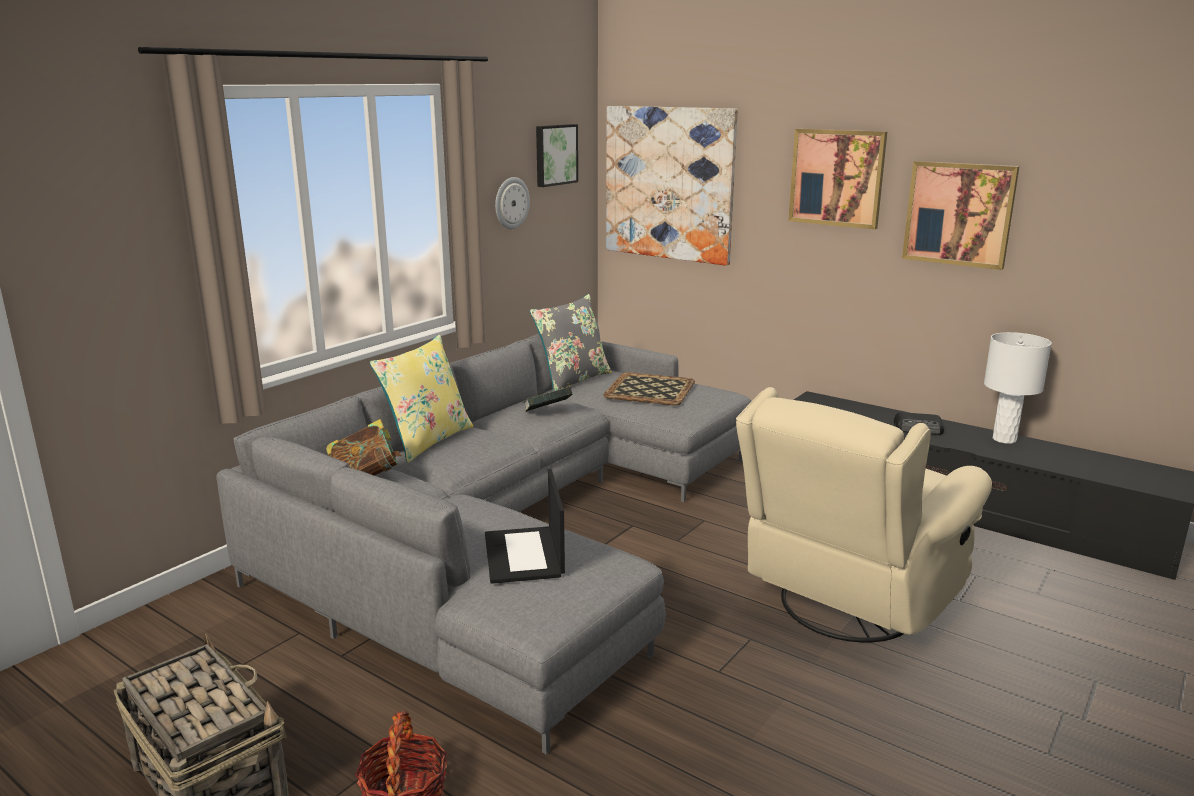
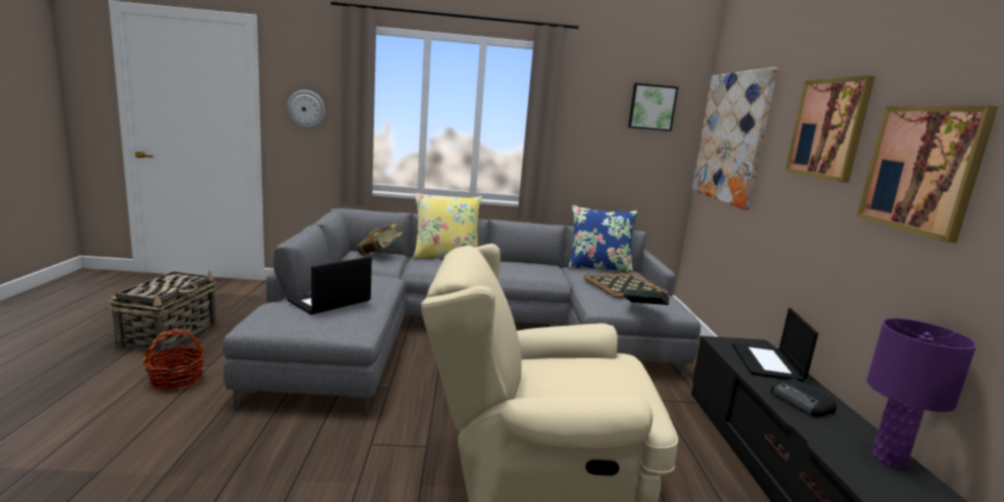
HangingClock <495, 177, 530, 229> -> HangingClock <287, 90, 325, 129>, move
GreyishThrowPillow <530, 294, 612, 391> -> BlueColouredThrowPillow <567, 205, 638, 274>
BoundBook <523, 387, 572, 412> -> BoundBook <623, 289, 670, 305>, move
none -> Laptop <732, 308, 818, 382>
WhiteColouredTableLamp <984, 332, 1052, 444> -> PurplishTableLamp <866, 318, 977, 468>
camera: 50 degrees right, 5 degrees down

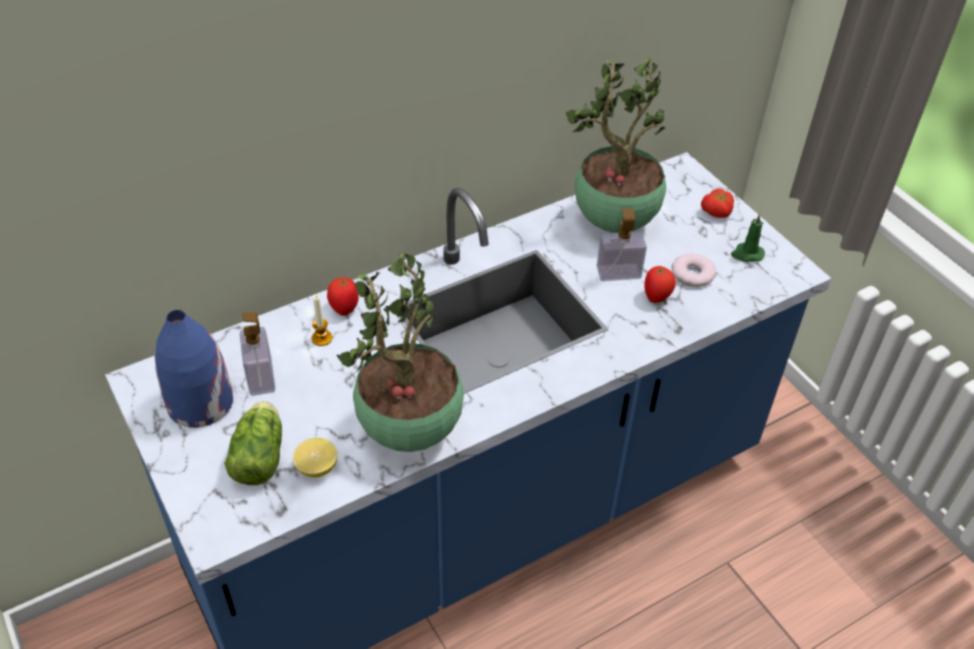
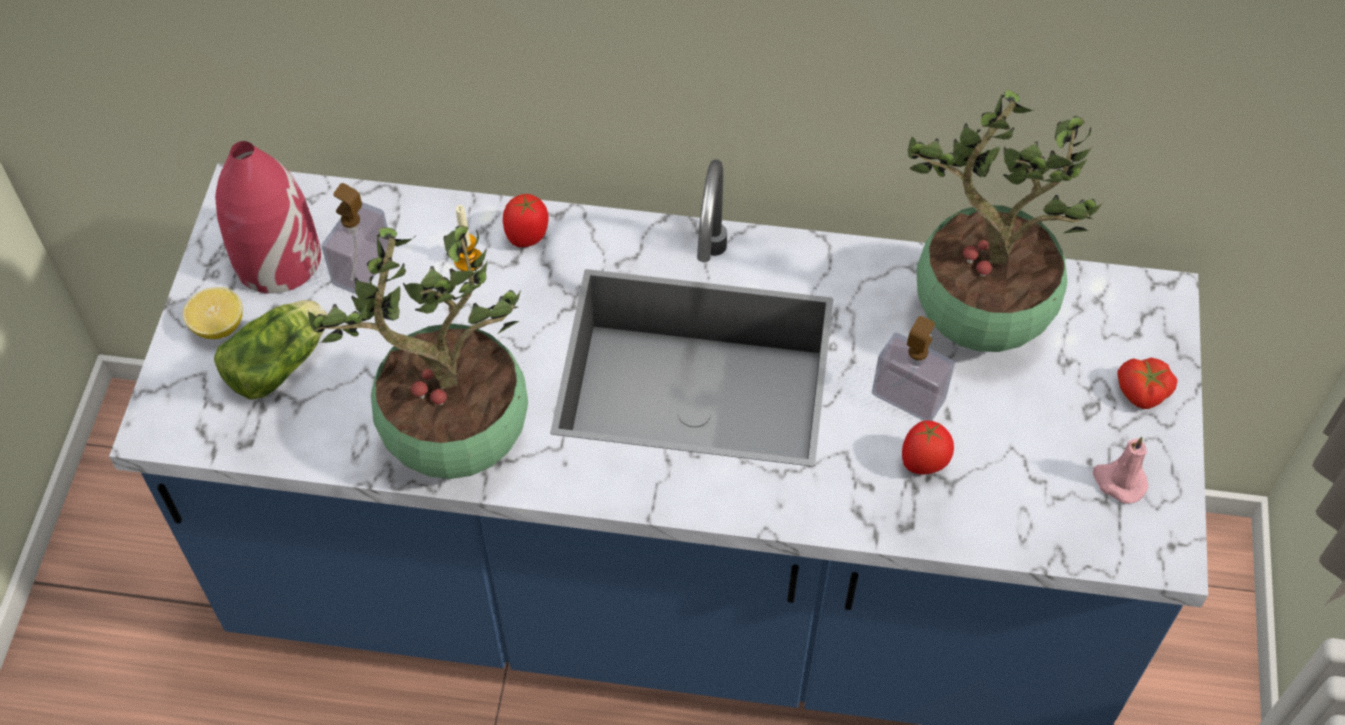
Lemon <293, 437, 338, 477> -> Lemon <183, 287, 243, 339>, move
BlueColouredDecorativeVase <155, 310, 233, 428> -> RedColouredDecorativeVase <215, 141, 321, 294>
GreenColouredCandle <731, 213, 765, 262> -> PinkColouredCandle <1093, 437, 1149, 504>
Donut <672, 253, 716, 287> -> none
camera: 40 degrees right, 10 degrees up

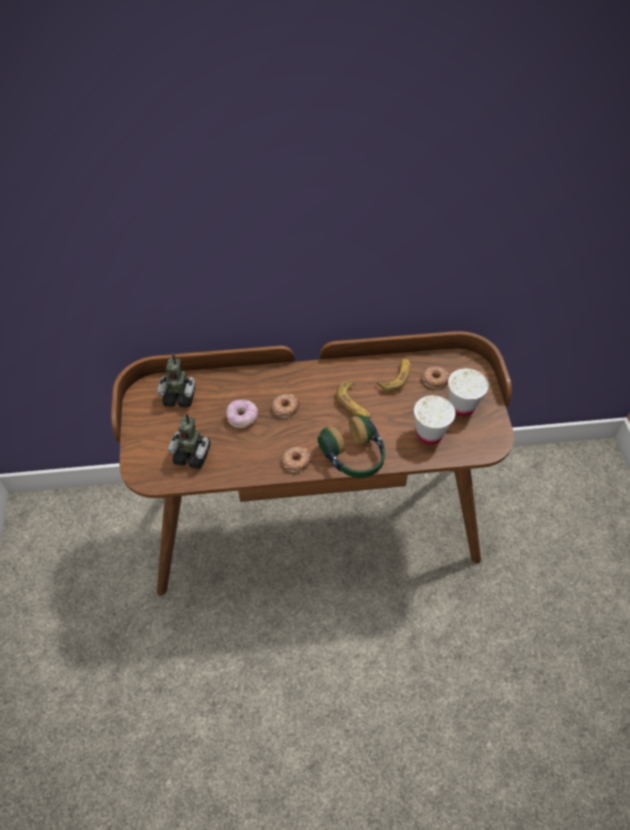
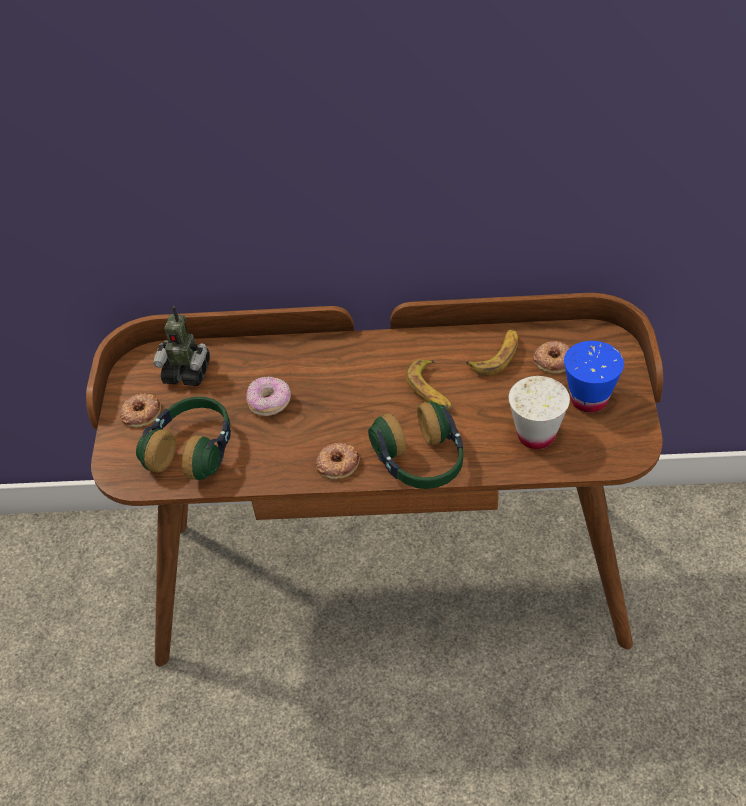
Donut <272, 393, 299, 418> -> Donut <120, 393, 161, 428>, move
ModelRobot <168, 413, 210, 469> -> Headset <136, 397, 231, 480>
WhiteColouredDrinkingCup <448, 368, 489, 417> -> BlueColouredDrinkingCup <564, 341, 624, 413>
camera: 10 degrees right, 5 degrees down

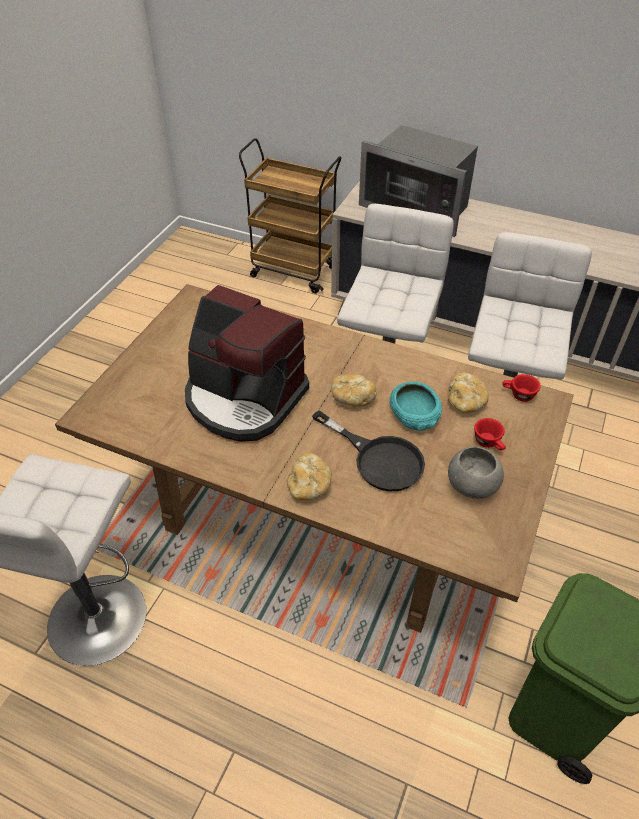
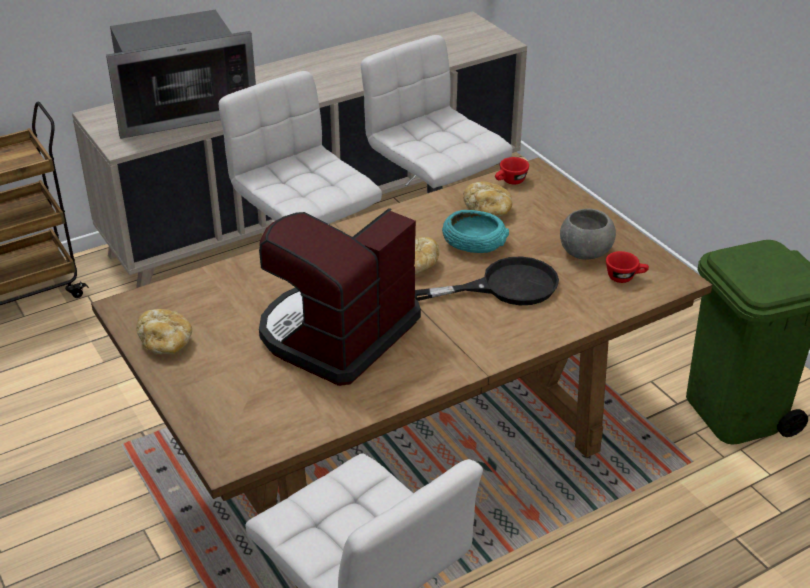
Bread <287, 453, 332, 500> -> Bread <136, 309, 192, 354>, move
CoffeeMachine <185, 285, 309, 442> -> CoffeeMachine <259, 208, 421, 386>, 150 degrees clockwise
RedColouredDrinkingCup <474, 418, 506, 450> -> RedColouredDrinkingCup <606, 251, 649, 283>, move
camera: 55 degrees left, 10 degrees down

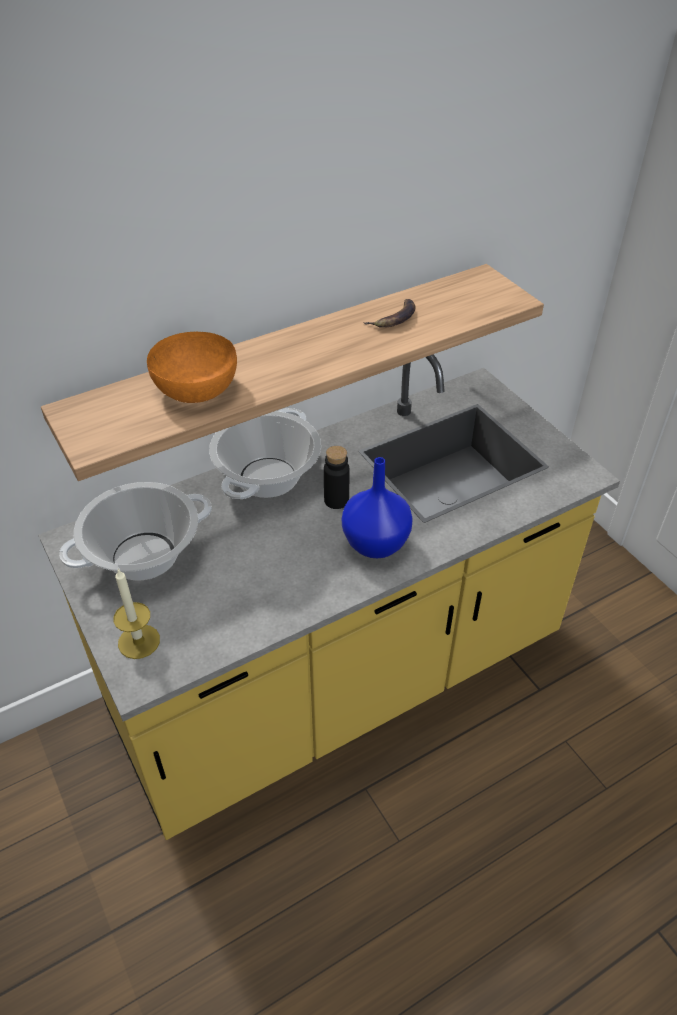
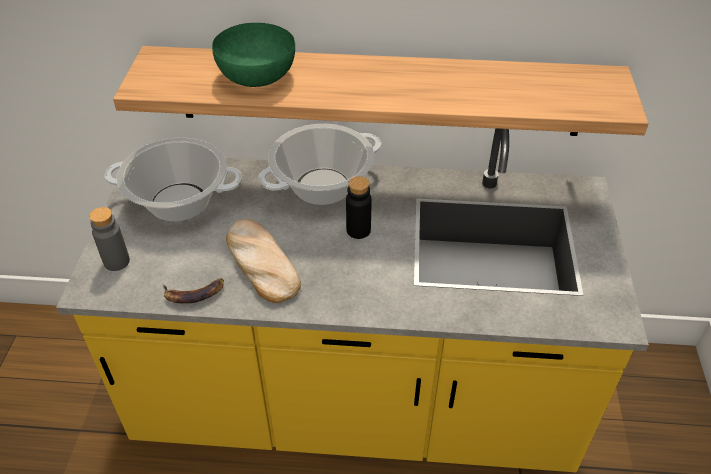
Candle <113, 569, 160, 659> -> GreyishBottle <89, 207, 130, 271>
WholeBanana <363, 299, 416, 328> -> WholeBanana <163, 278, 224, 304>, move
OrangeyServingBowl <147, 331, 237, 403> -> GreenColouredServingBowl <212, 23, 295, 87>
none -> Bread <226, 219, 301, 303>
BlueColouredDecorativeVase <342, 457, 413, 558> -> none
camera: 35 degrees right, 0 degrees up

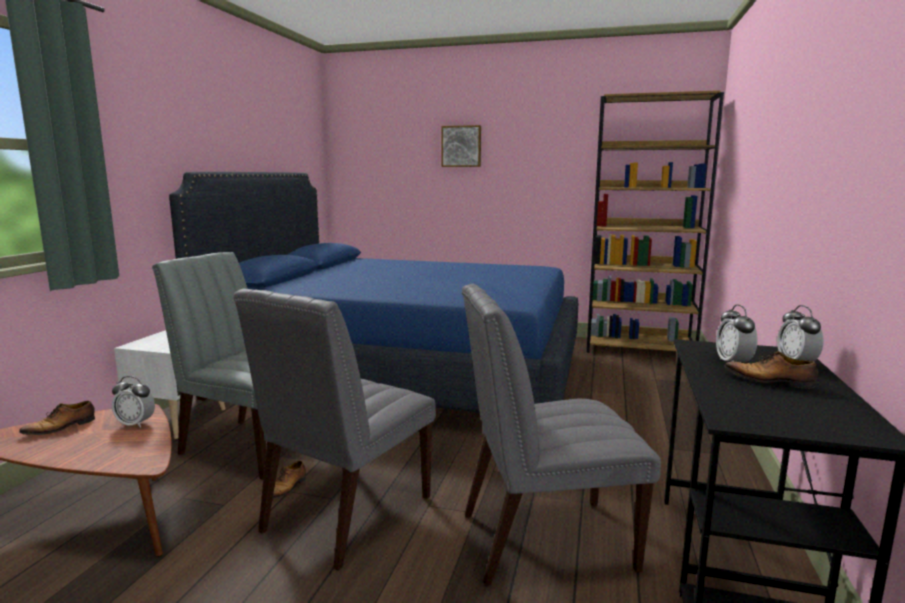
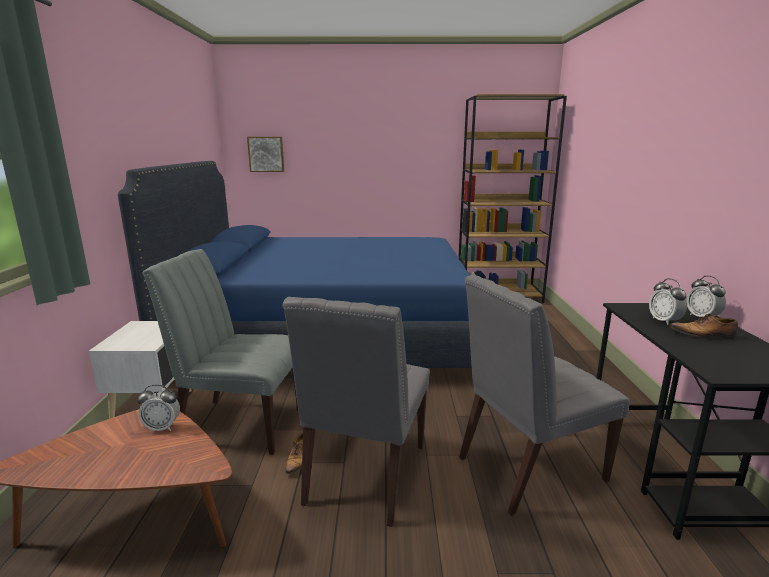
Picture <441, 125, 481, 167> -> Picture <247, 137, 284, 172>, move
LowShoe <19, 400, 95, 435> -> none
camera: 15 degrees left, 5 degrees up

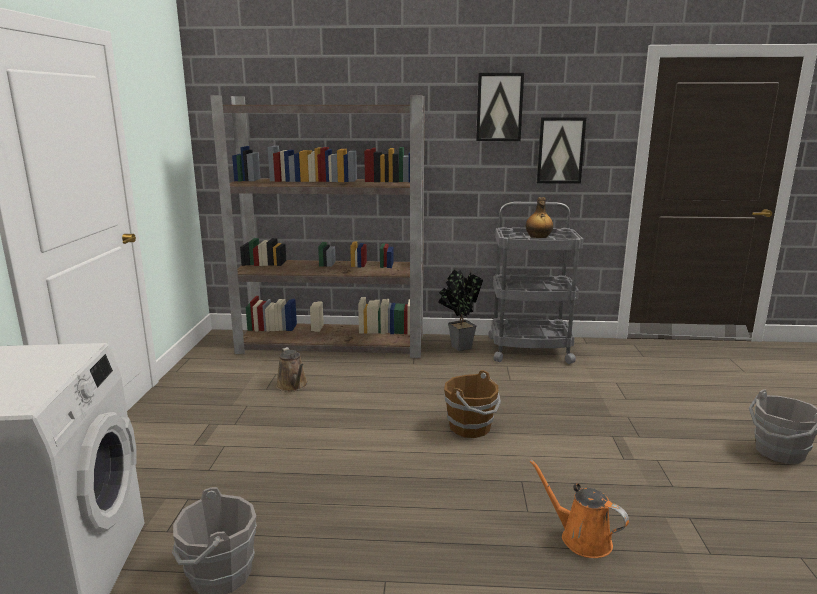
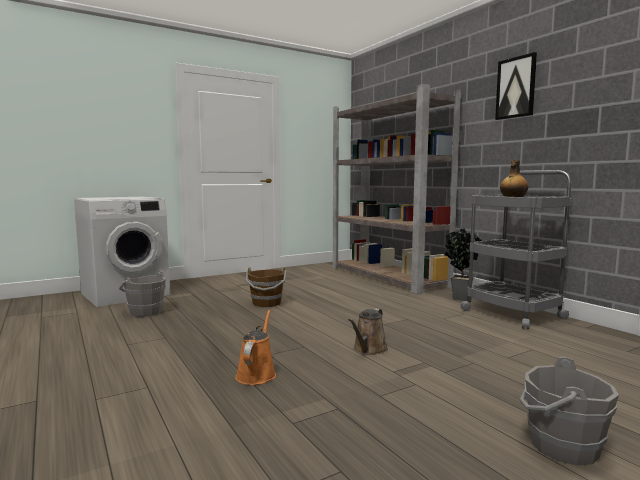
BrownPail <444, 370, 501, 438> -> BrownPail <246, 267, 286, 307>, move
BrownWateringCan <276, 347, 308, 392> -> BrownWateringCan <348, 308, 388, 355>, move
Picture <536, 117, 586, 184> -> none
camera: 55 degrees right, 10 degrees down

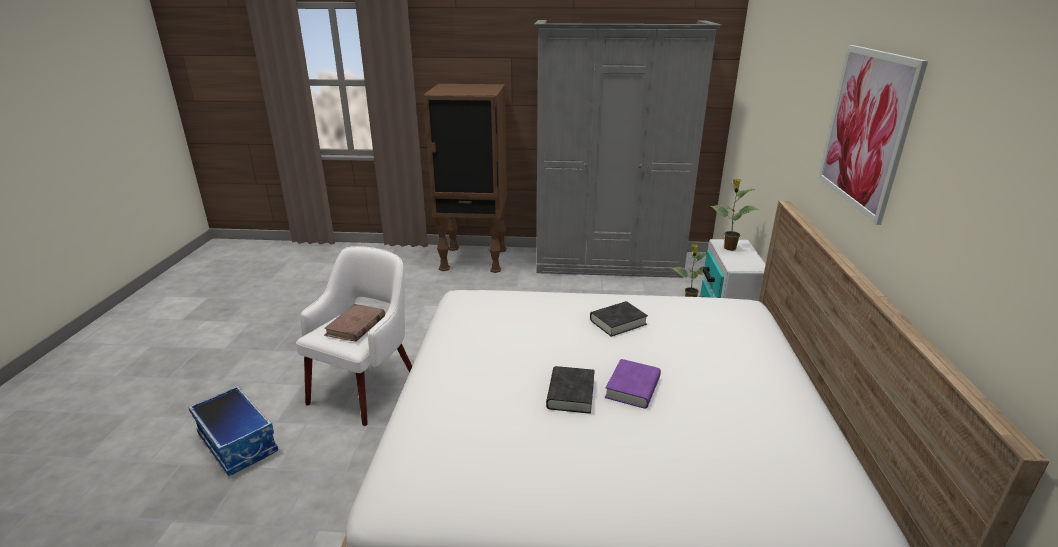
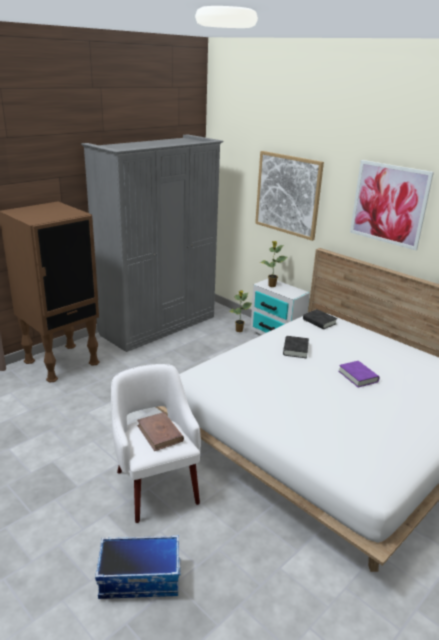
none -> Picture <255, 151, 324, 241>
BlackBoundBook <546, 366, 595, 414> -> BlackBoundBook <303, 309, 337, 329>, move
camera: 50 degrees left, 0 degrees up

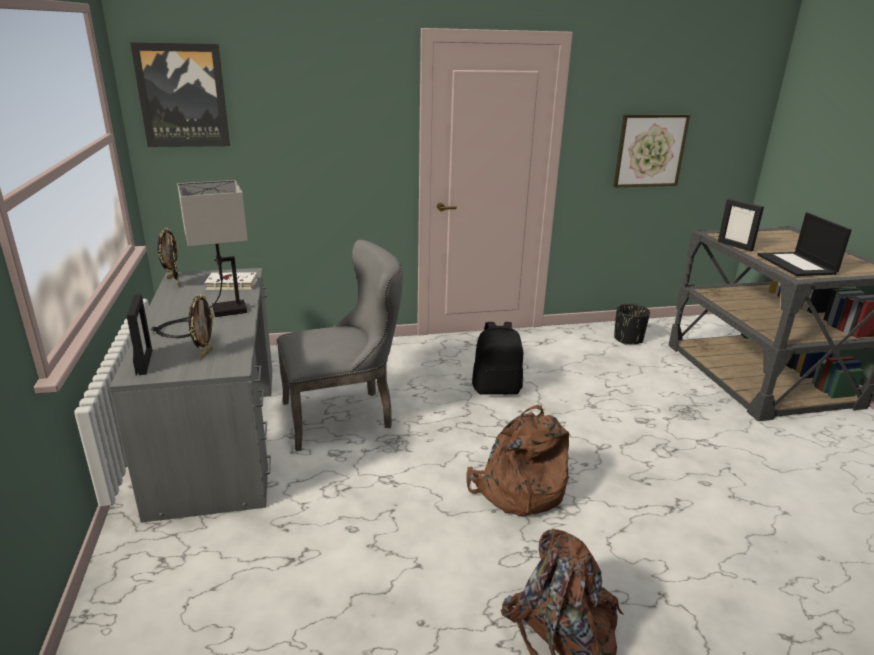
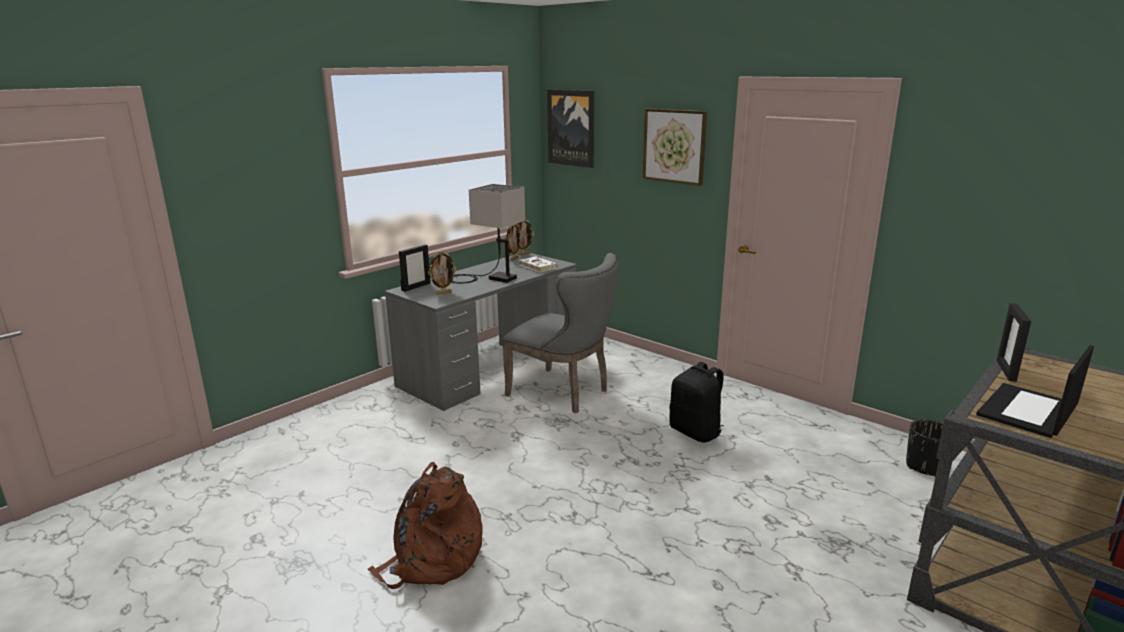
Picture <613, 114, 690, 187> -> Picture <643, 109, 707, 186>, move
BrownKnapsack <466, 405, 569, 516> -> none
camera: 55 degrees right, 5 degrees down

